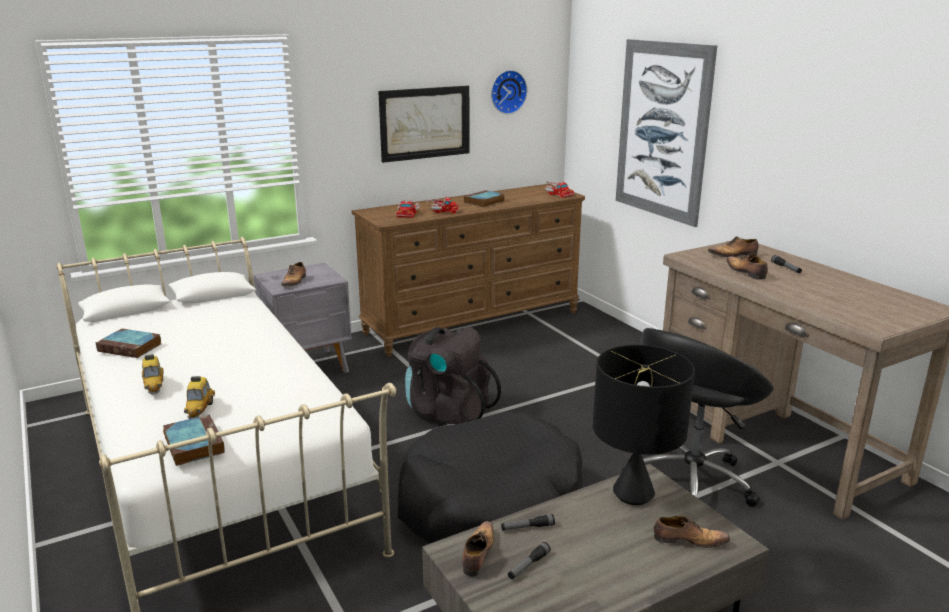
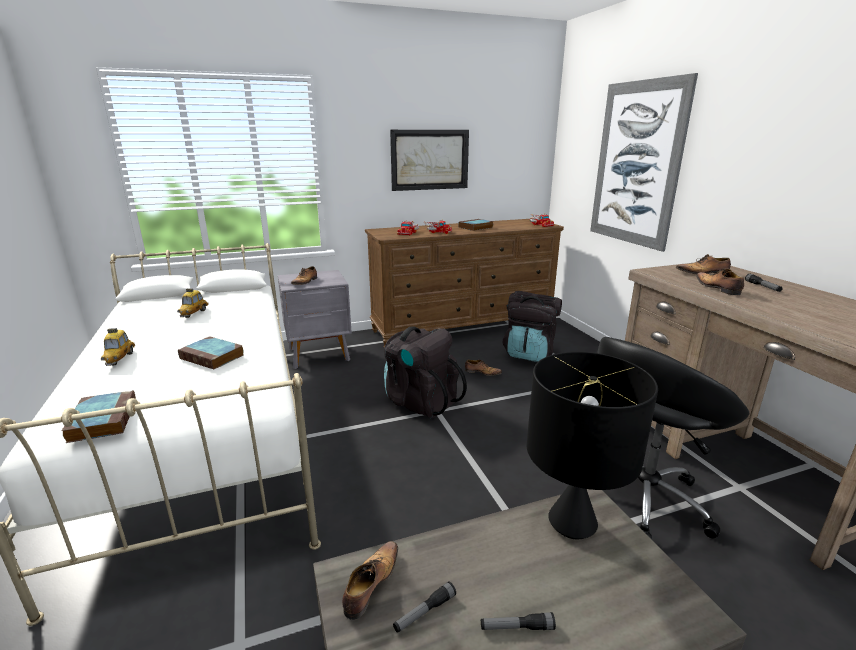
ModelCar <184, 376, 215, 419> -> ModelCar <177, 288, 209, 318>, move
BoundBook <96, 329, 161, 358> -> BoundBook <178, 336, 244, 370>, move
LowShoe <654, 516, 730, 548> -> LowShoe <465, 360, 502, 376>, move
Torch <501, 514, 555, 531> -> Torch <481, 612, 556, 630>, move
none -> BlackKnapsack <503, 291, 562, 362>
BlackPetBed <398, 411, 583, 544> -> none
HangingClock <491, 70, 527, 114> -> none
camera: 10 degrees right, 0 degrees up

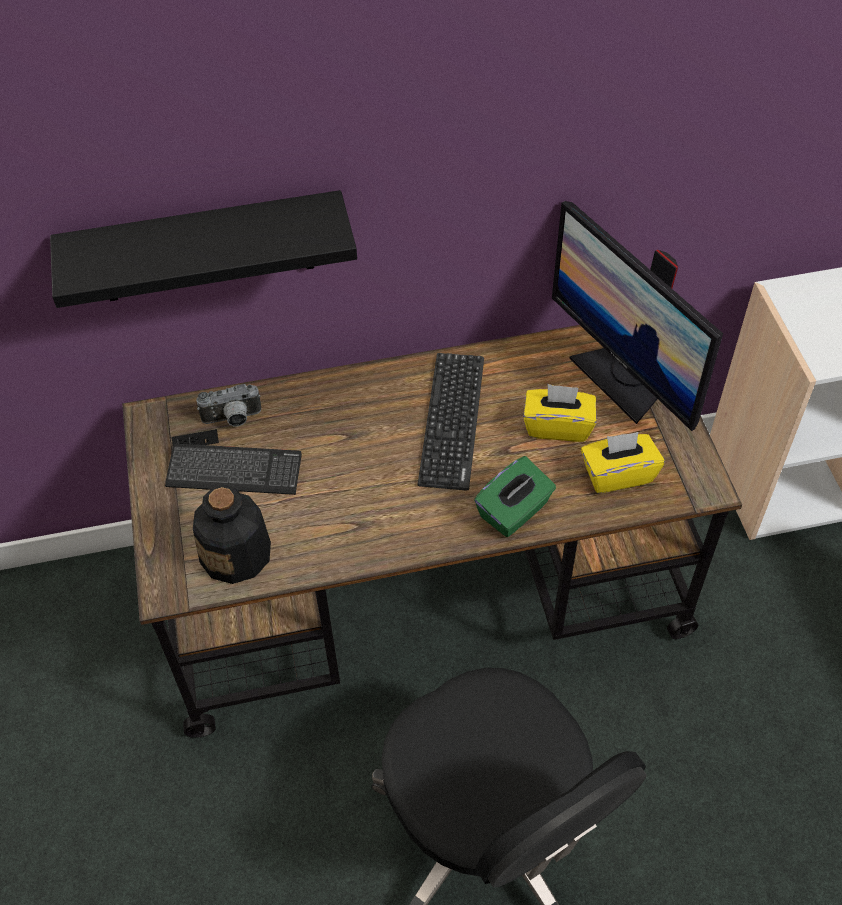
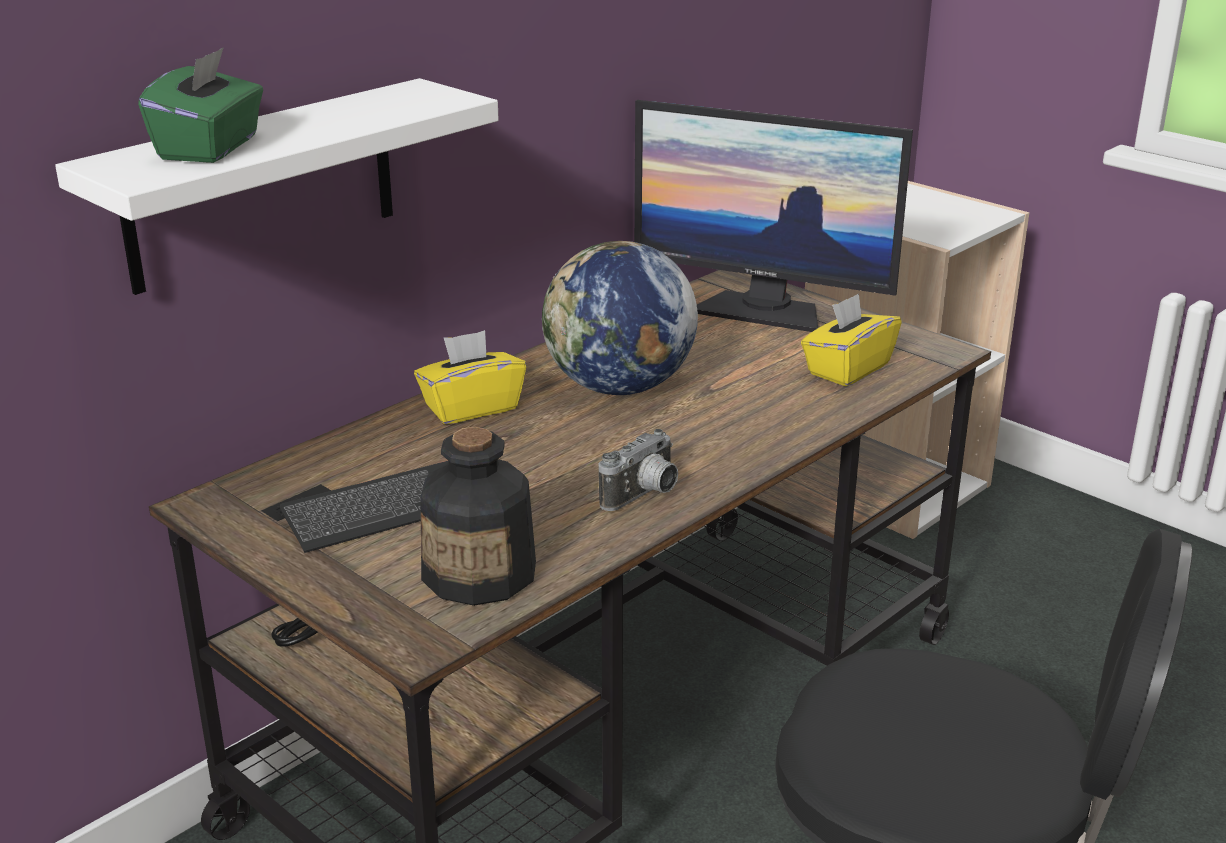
BlackWallShelf <50, 190, 357, 308> -> WhiteColouredWallShelf <55, 78, 499, 295>
GreenColouredTissueHolder <474, 456, 556, 537> -> GreenColouredTissueHolder <138, 47, 263, 163>, move
YellowishTissueHolder <523, 384, 596, 442> -> YellowishTissueHolder <414, 330, 526, 424>, move
ComputerKeyboard <417, 353, 484, 491> -> Globe <542, 241, 698, 395>
PhotoCamera <196, 384, 262, 427> -> PhotoCamera <598, 429, 678, 511>, move
camera: 35 degrees left, 25 degrees down

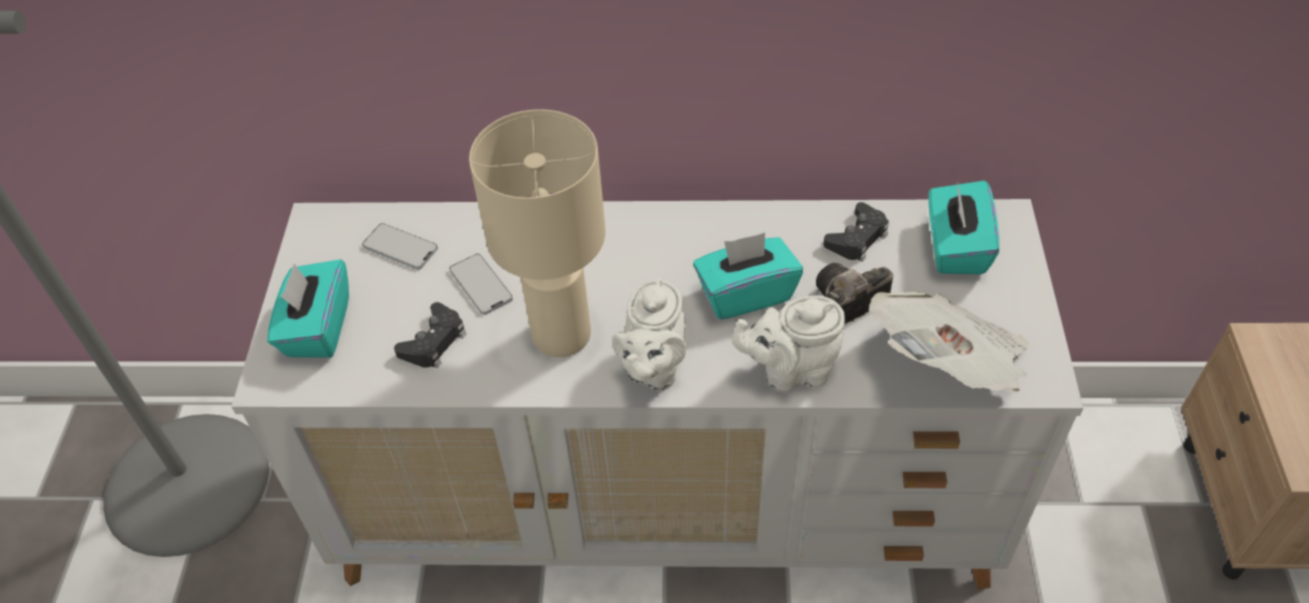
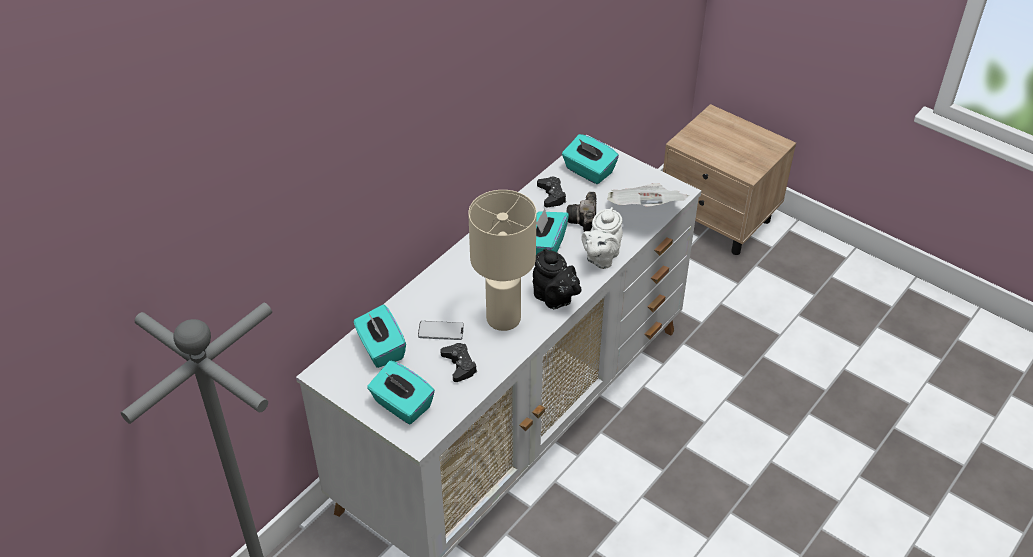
Telephone <362, 223, 438, 270> -> BlueGreenTissueHolder <353, 304, 406, 368>
WhiteColouredPotForTea <612, 278, 686, 391> -> BlackPotForTea <533, 248, 581, 309>
camera: 55 degrees left, 5 degrees down

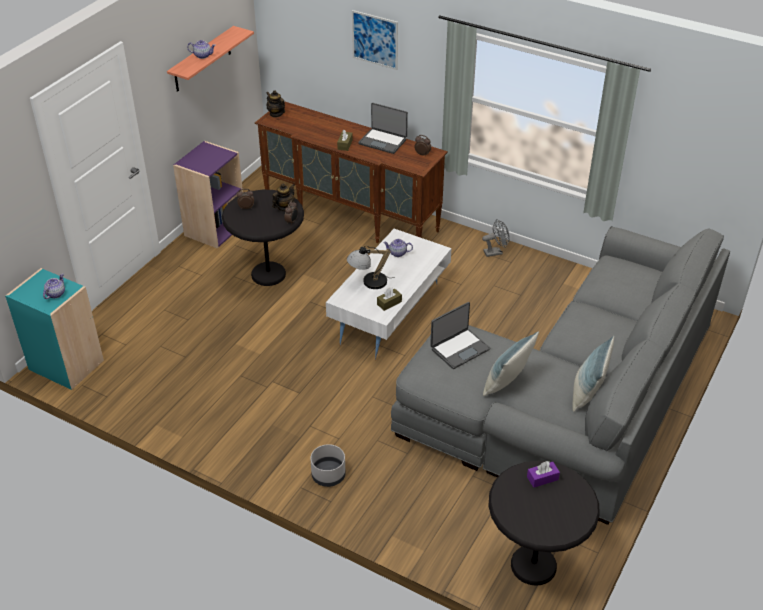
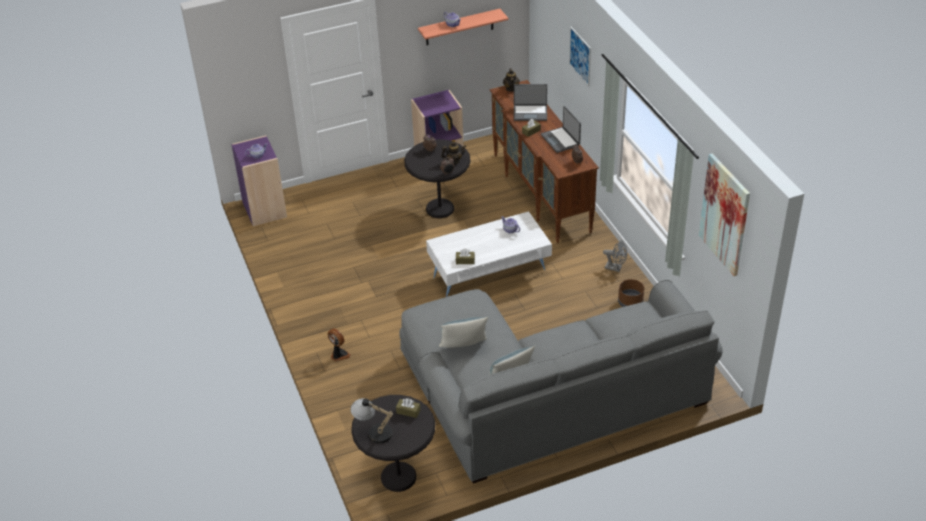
BlueGreenBookshelf <5, 268, 104, 390> -> PurplishBookshelf <231, 135, 287, 226>
GreyishFlowerPot <310, 444, 346, 487> -> ElectricFan <328, 328, 351, 362>
TableLamp <347, 246, 395, 289> -> TableLamp <351, 398, 398, 443>, move
PurplishTissueHolder <527, 461, 560, 488> -> BrownTissueHolder <396, 398, 421, 418>
Laptop <430, 302, 491, 369> -> Laptop <514, 84, 547, 121>, move
none -> BrownFlowerPot <618, 279, 644, 307>
none -> Picture <699, 153, 750, 276>
camera: 40 degrees right, 0 degrees up

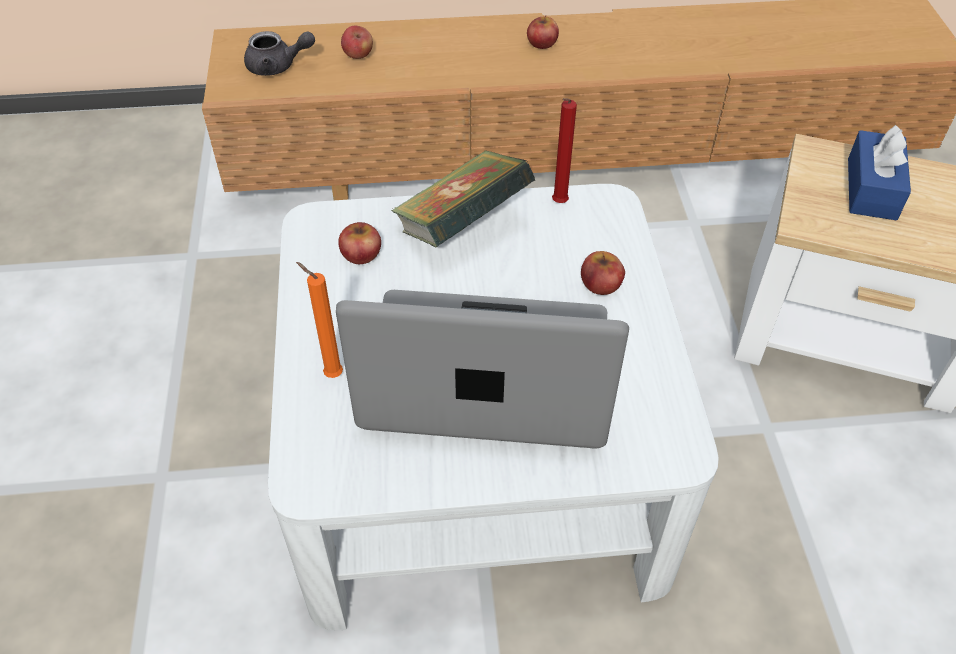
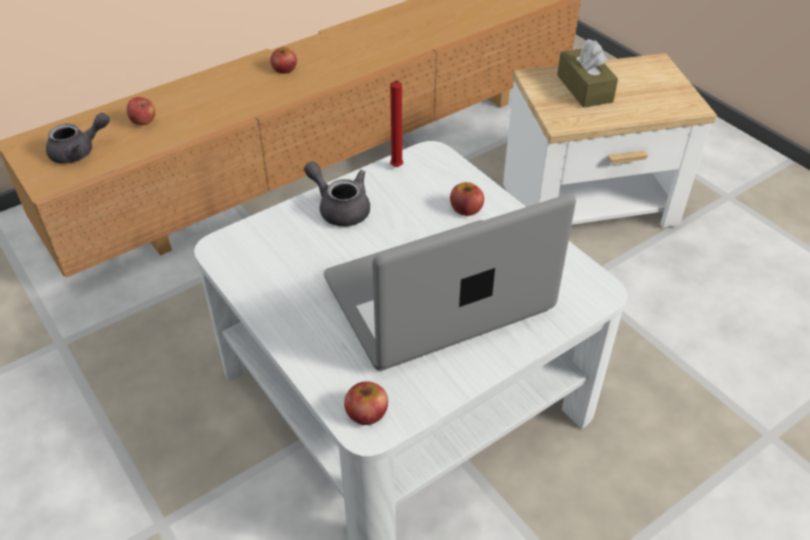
BoundBook <391, 150, 536, 247> -> GreyishPotForTea <304, 162, 370, 226>
Apple <338, 222, 381, 264> -> Apple <344, 381, 388, 425>, move
BlueColouredTissueHolder <848, 125, 911, 220> -> BrownTissueHolder <557, 39, 618, 108>
OrangeyCandle <296, 262, 343, 378> -> none
camera: 30 degrees left, 5 degrees down

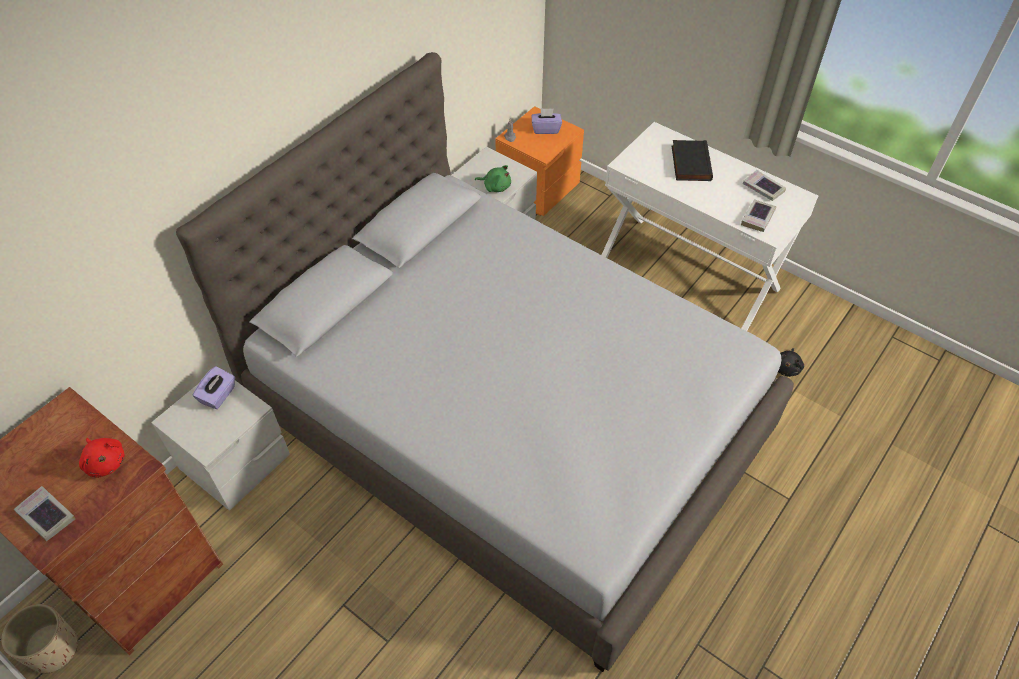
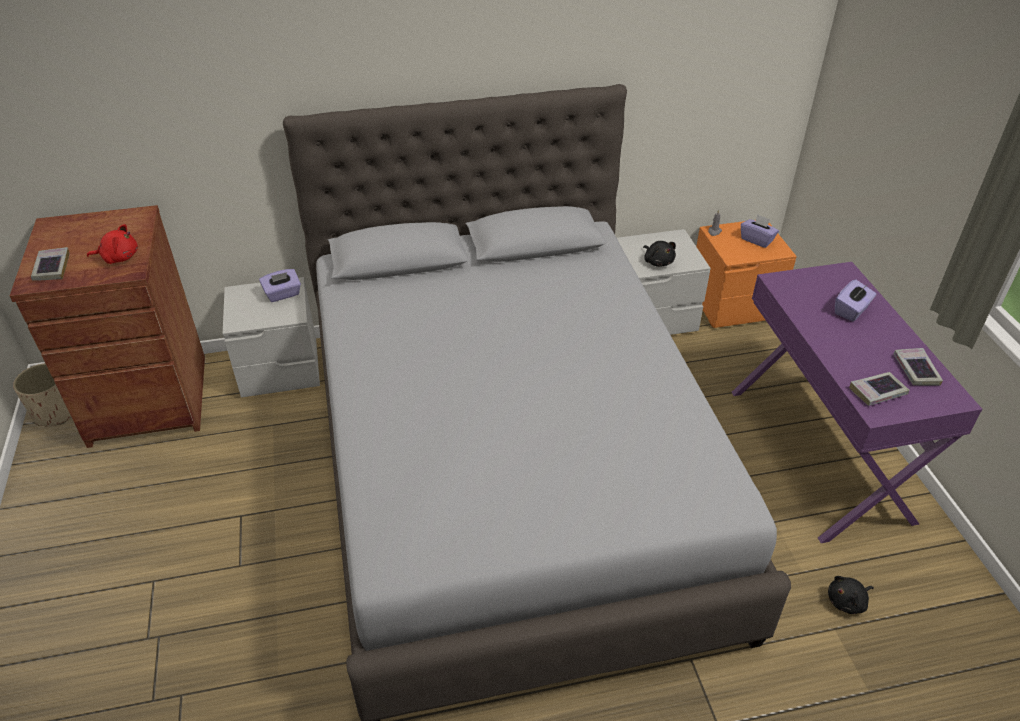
RedColouredCuddlyToy <79, 438, 124, 478> -> RedColouredCuddlyToy <87, 224, 138, 264>, 90 degrees counterclockwise
GreenColouredCuddlyToy <475, 165, 511, 192> -> BlackCuddlyToy <643, 241, 676, 267>
WhiteColouredDeskTable <602, 122, 818, 331> -> PurplishDeskTable <732, 262, 982, 543>
BlackBoundBook <672, 140, 713, 181> -> PurplishTissueHolder <835, 279, 876, 322>
camera: 40 degrees right, 10 degrees down

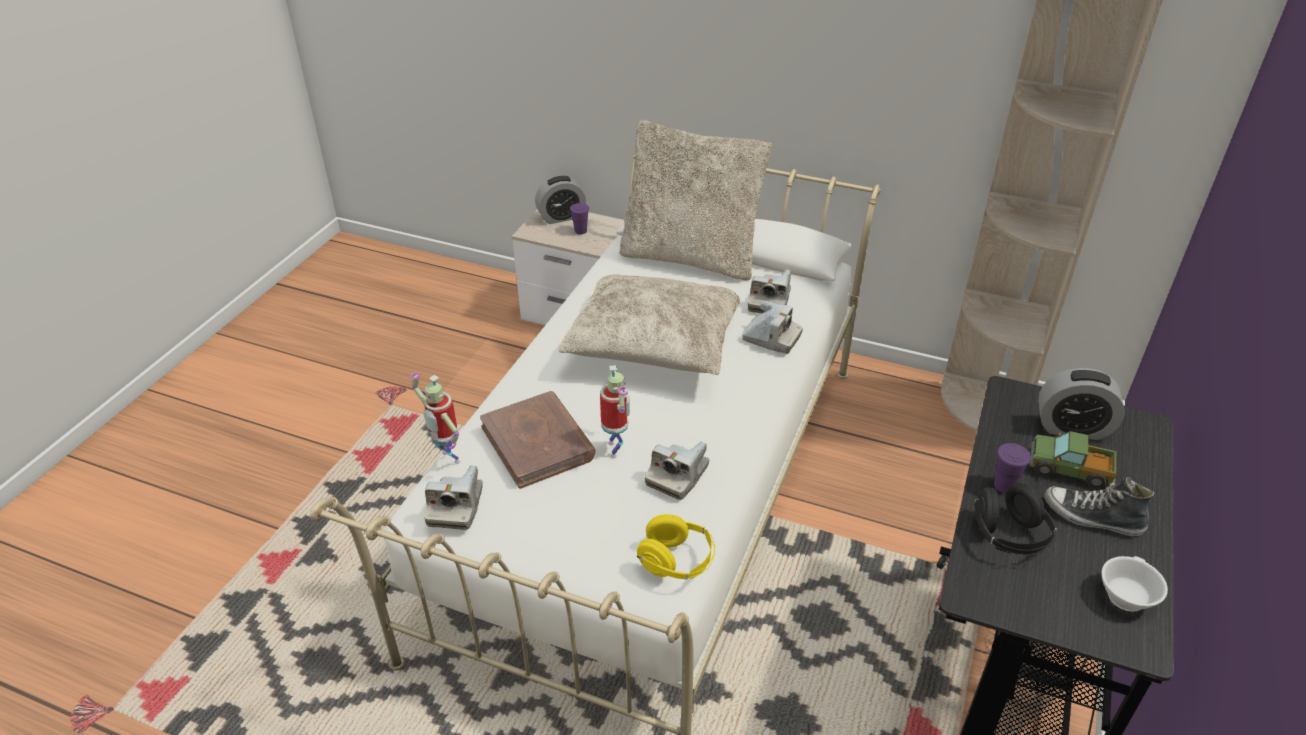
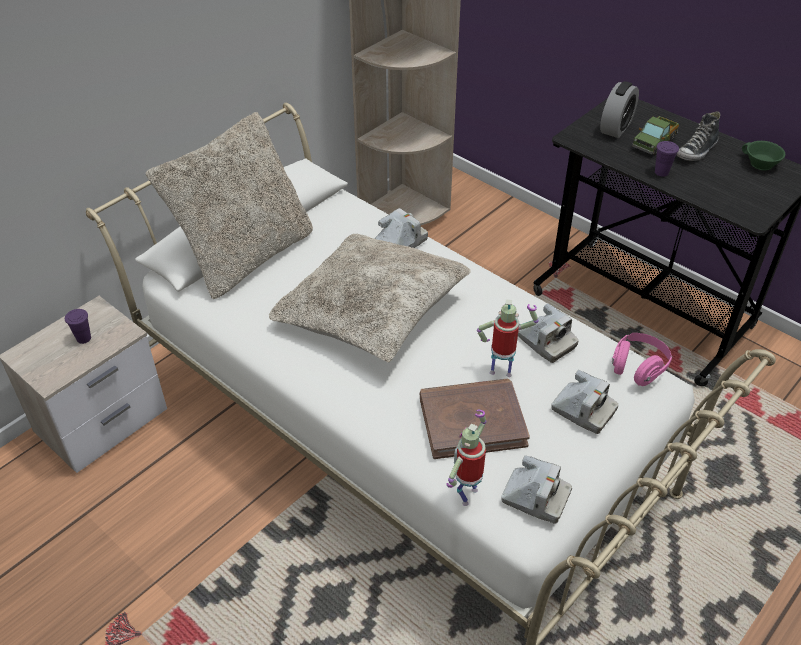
ModelRobot <409, 373, 460, 464> -> ModelRobot <446, 410, 487, 506>, 150 degrees clockwise
PhotoCamera <748, 270, 791, 314> -> PhotoCamera <551, 370, 618, 434>, move
YellowishHeadset <637, 514, 715, 579> -> PinkColouredHeadset <612, 333, 672, 386>
WhiteColouredDrinkingCup <1101, 556, 1168, 612> -> GreenColouredDrinkingCup <742, 141, 786, 170>
BedsideClock <535, 175, 586, 224> -> none
BlackHeadset <975, 483, 1057, 555> -> none
camera: 70 degrees left, 5 degrees up

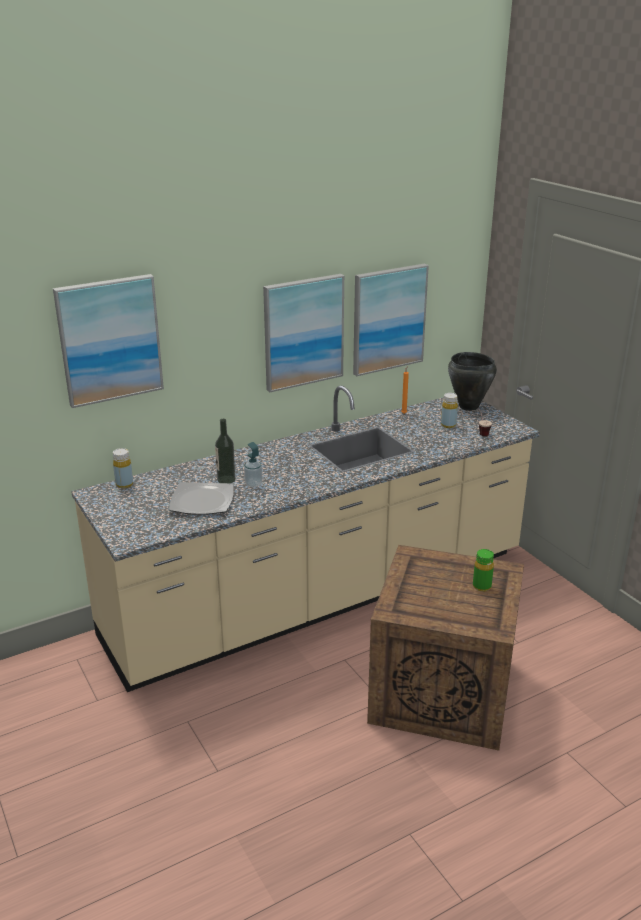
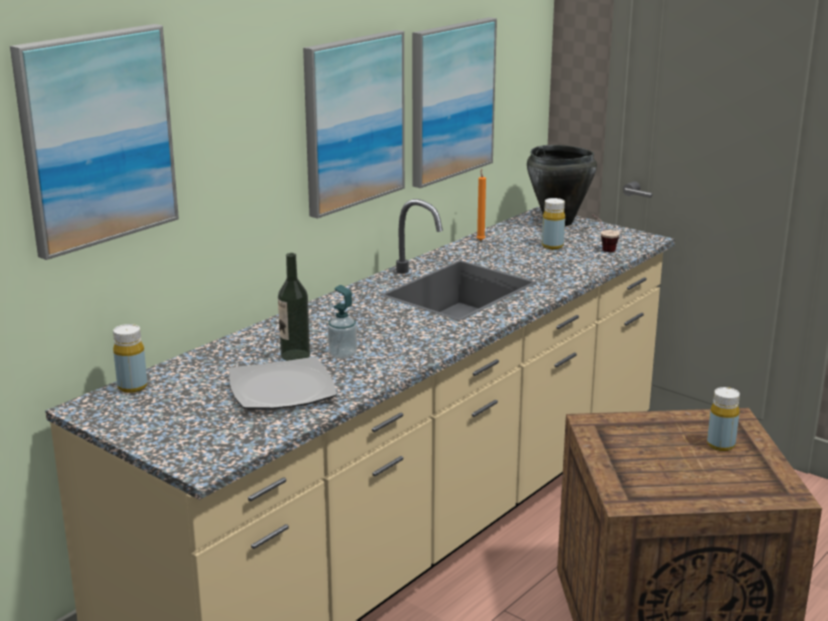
GreenColouredBottle <473, 549, 494, 592> -> YellowishBottle <707, 387, 740, 451>
camera: 20 degrees left, 5 degrees down

